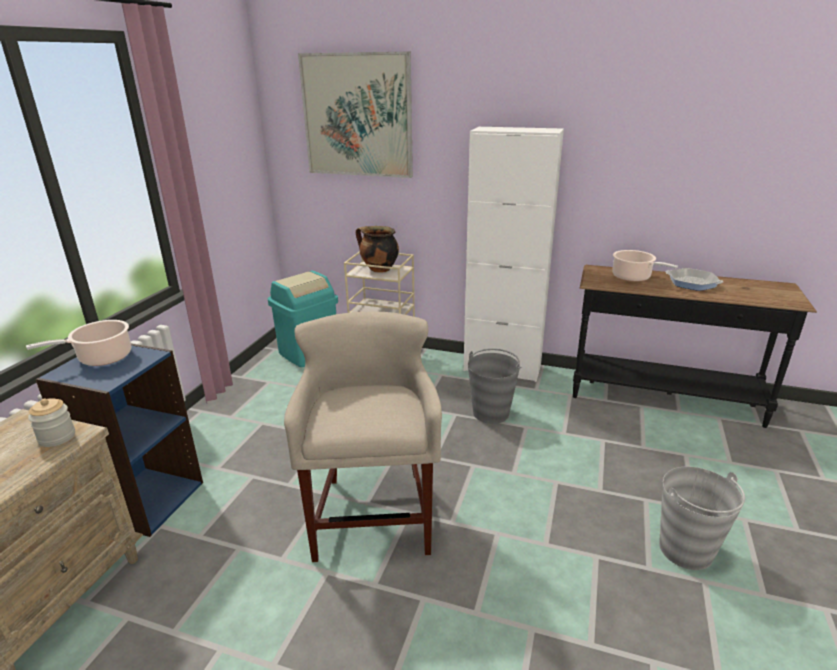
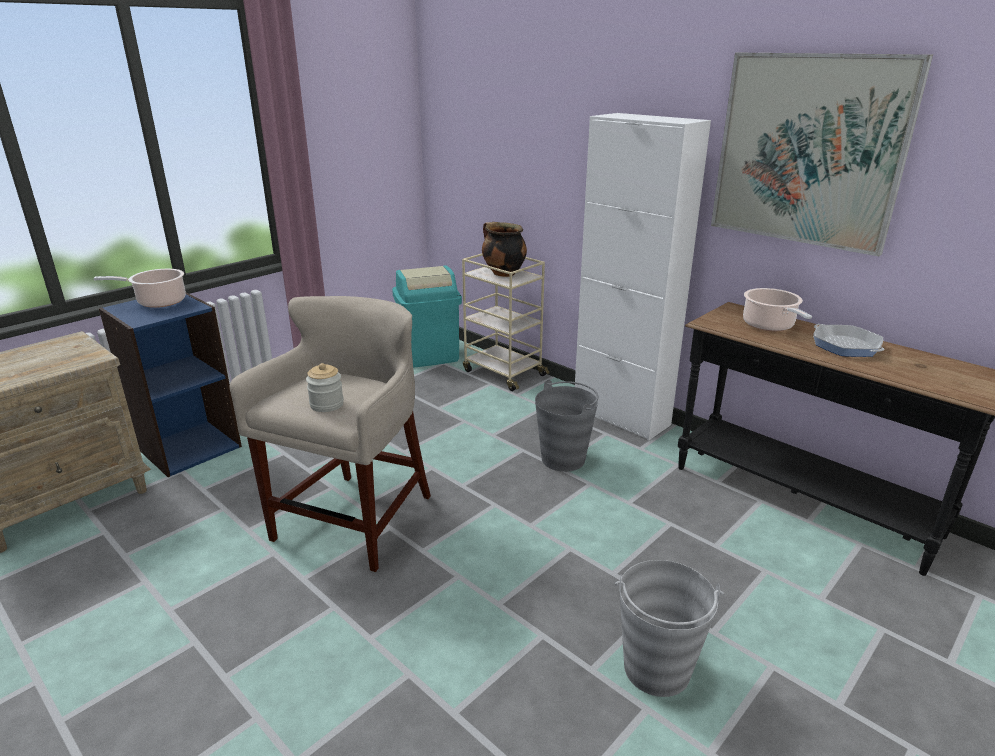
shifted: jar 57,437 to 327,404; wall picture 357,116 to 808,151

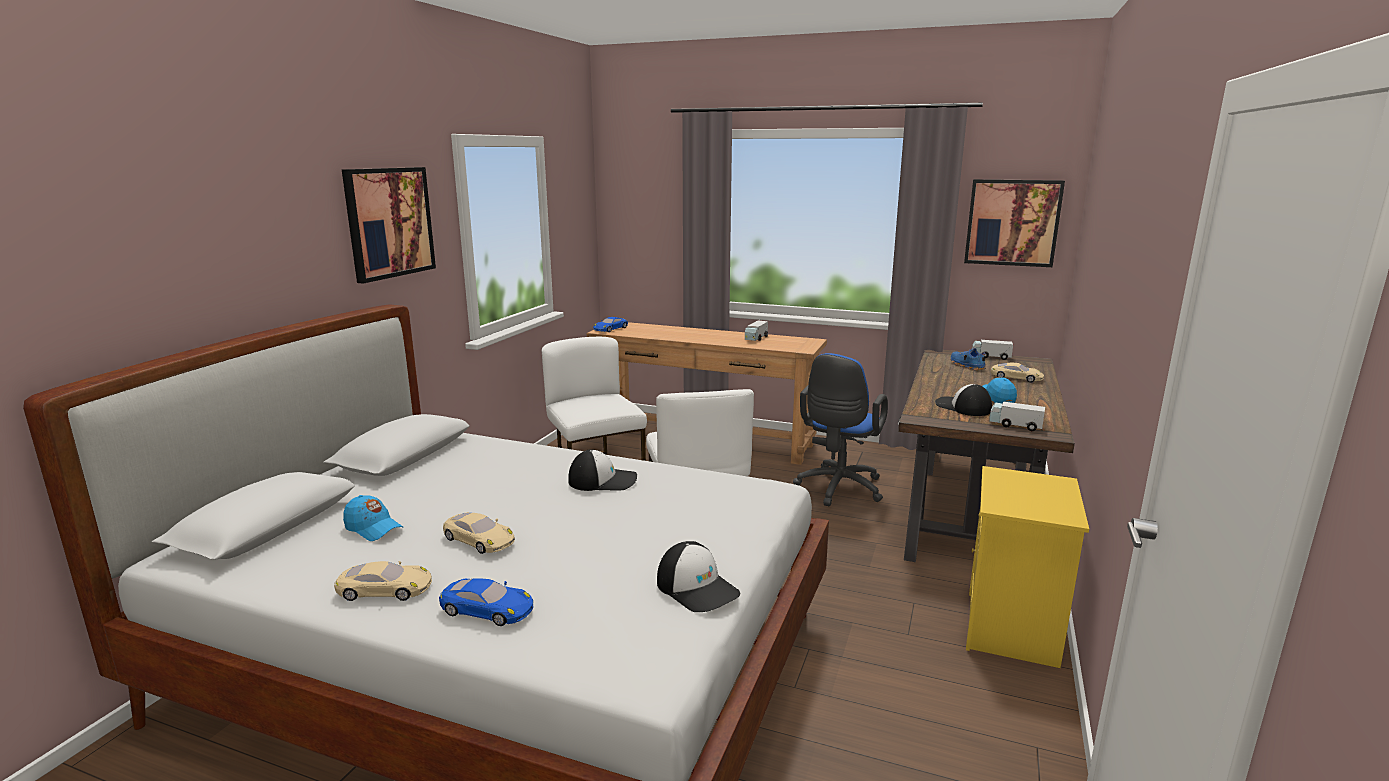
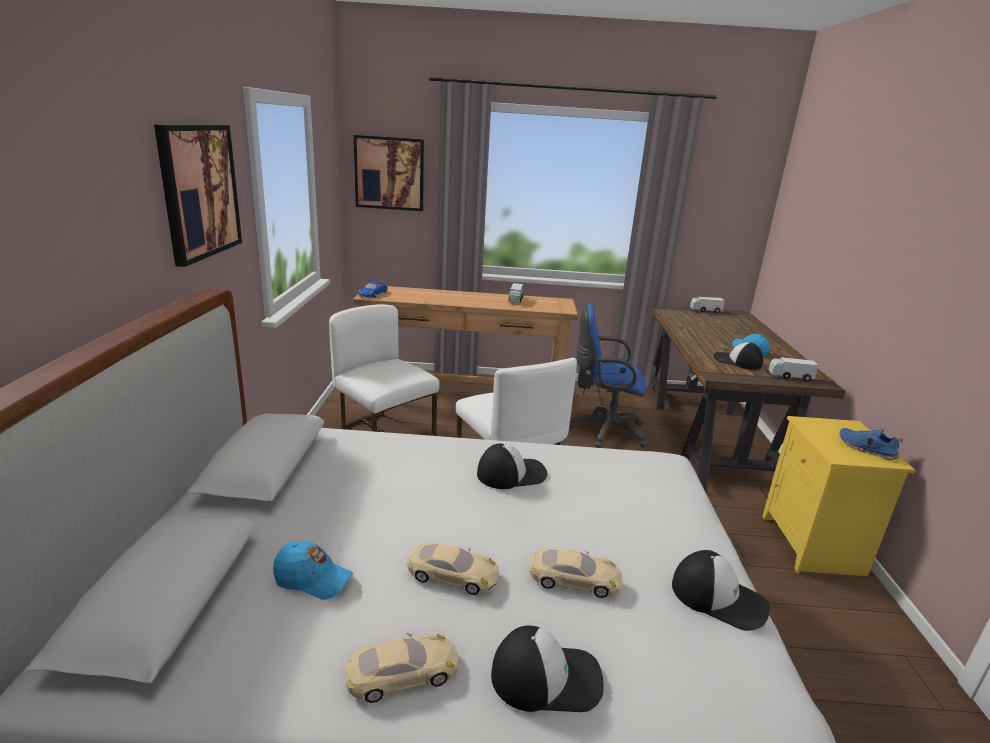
shifted: blue-coloured low shoe 966,366 to 865,449; wall picture 1012,222 to 389,173; beige toy car 1016,377 to 574,578
swapped: blue-coloured toy car 487,609 to cap 546,676
rotated: blue-coloured office chair 838,489 = 604,431 90 degrees clockwise

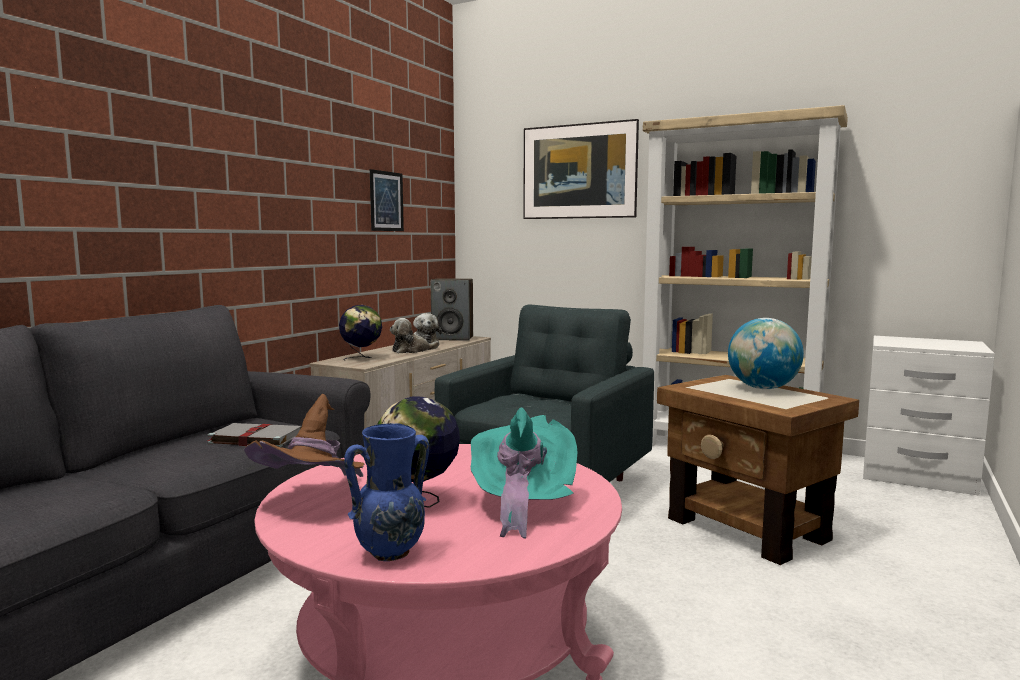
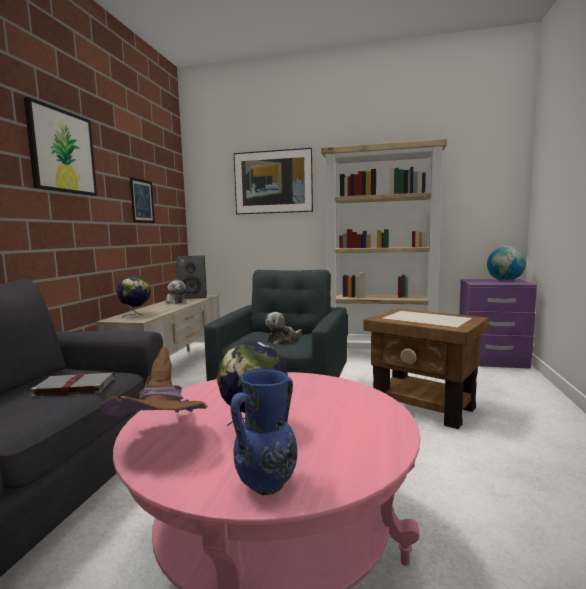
gone: turquoise-coloured hat 522,505
new: wall picture 62,151
shifted: cuddly toy 412,351 to 282,340; globe 763,388 to 505,281
repainted: white night table 917,476 to purple-coloured night table 492,360

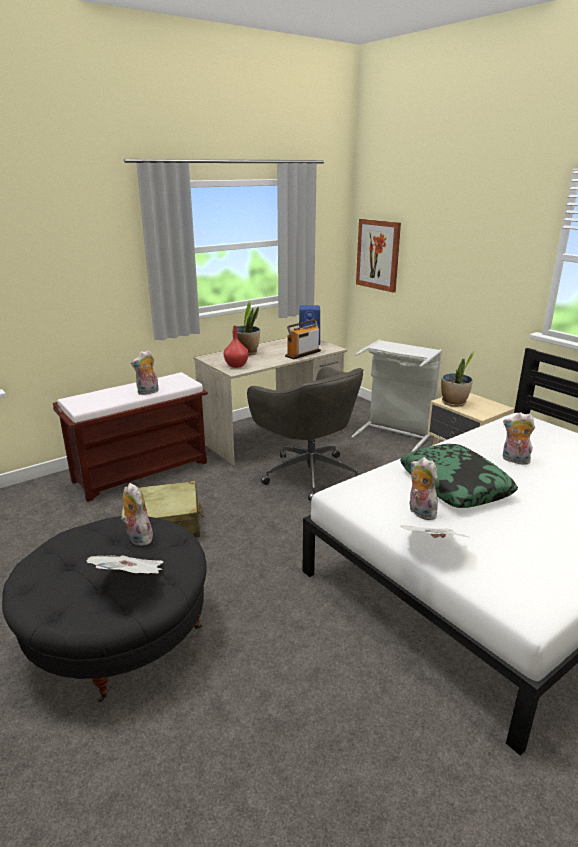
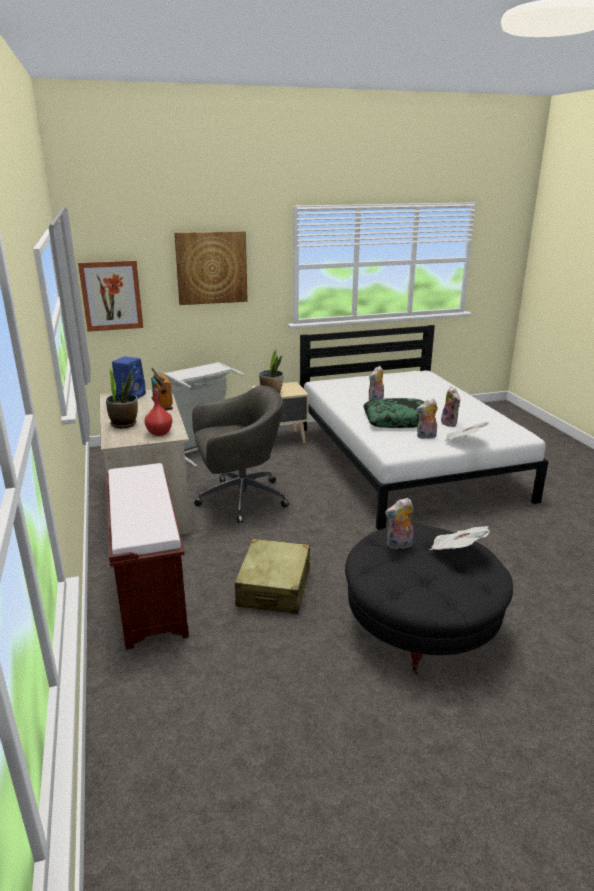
new: wall picture 211,267
shifted: cuddly toy 148,392 to 450,423

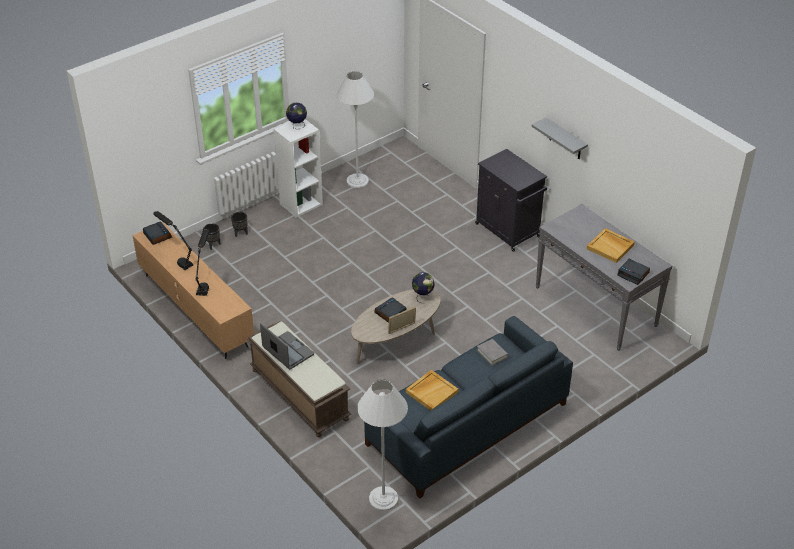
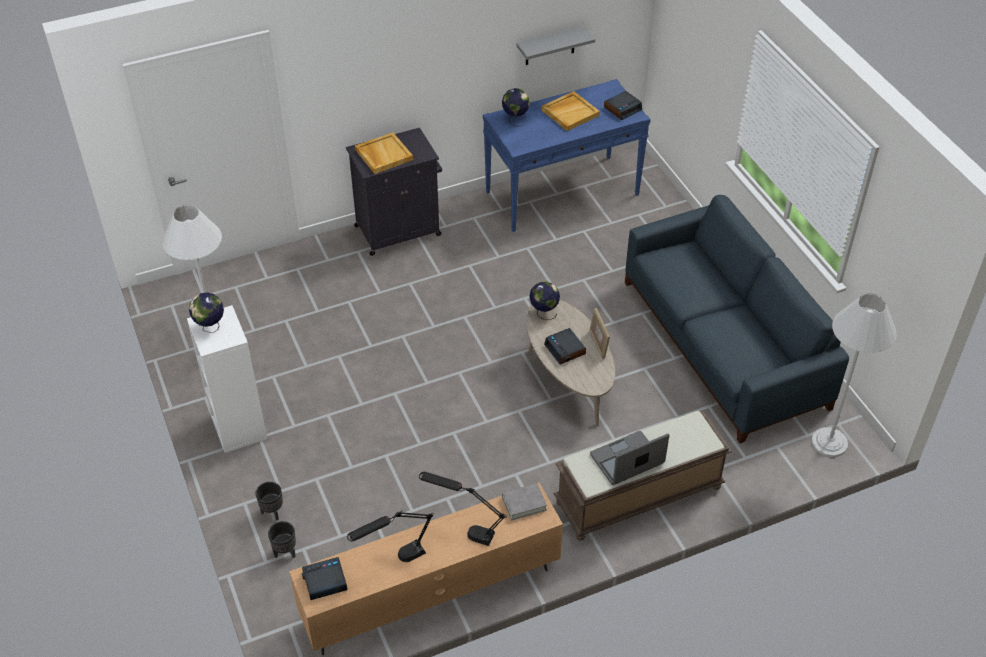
new: globe 515,119
shifted: beige serving tray 432,392 to 383,155; grey bound book 492,354 to 524,503; grey shelf 565,139 to 550,46
repainted: grey narrow table 596,306 to blue-coloured narrow table 562,193

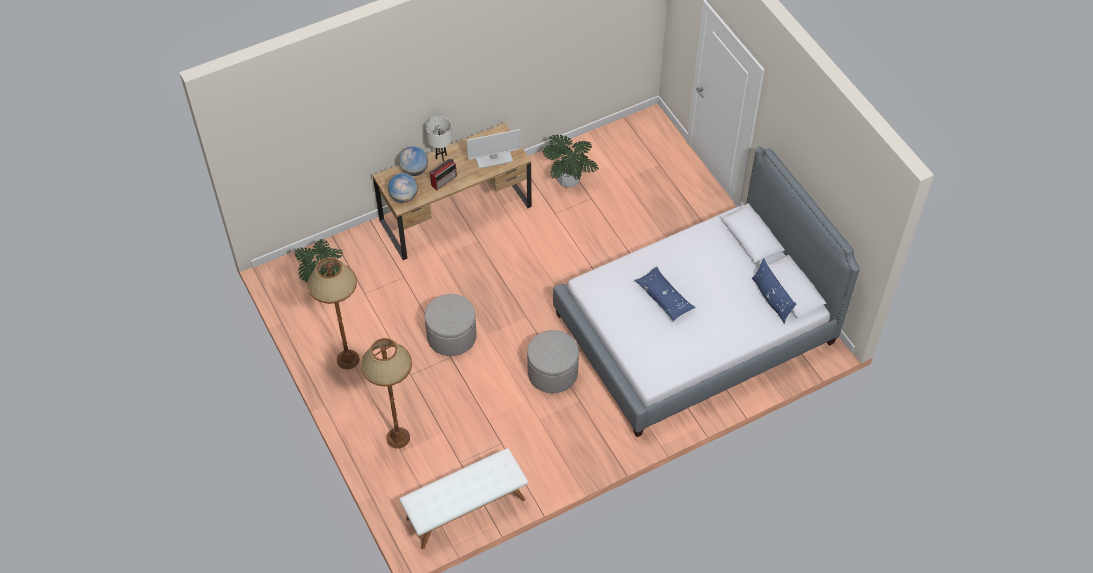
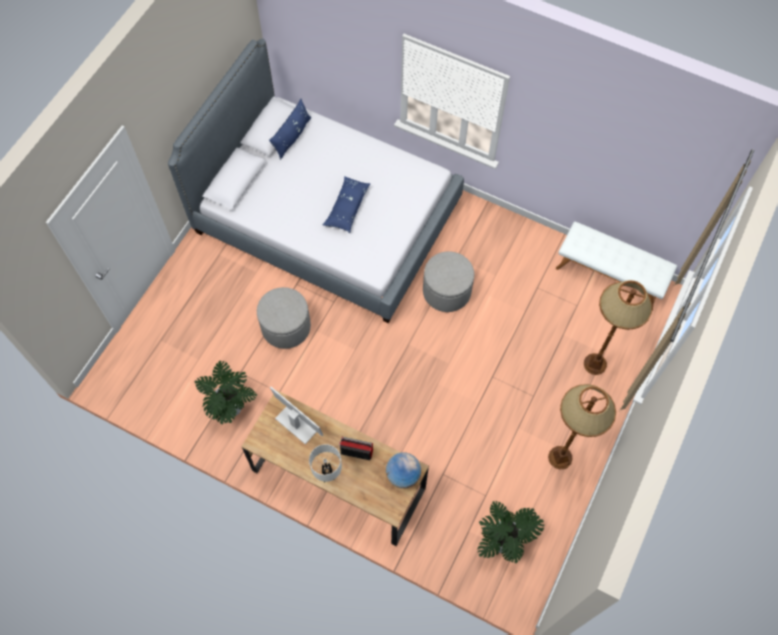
gone: globe 414,170
shifted: grey pouffe 451,336 to 286,327

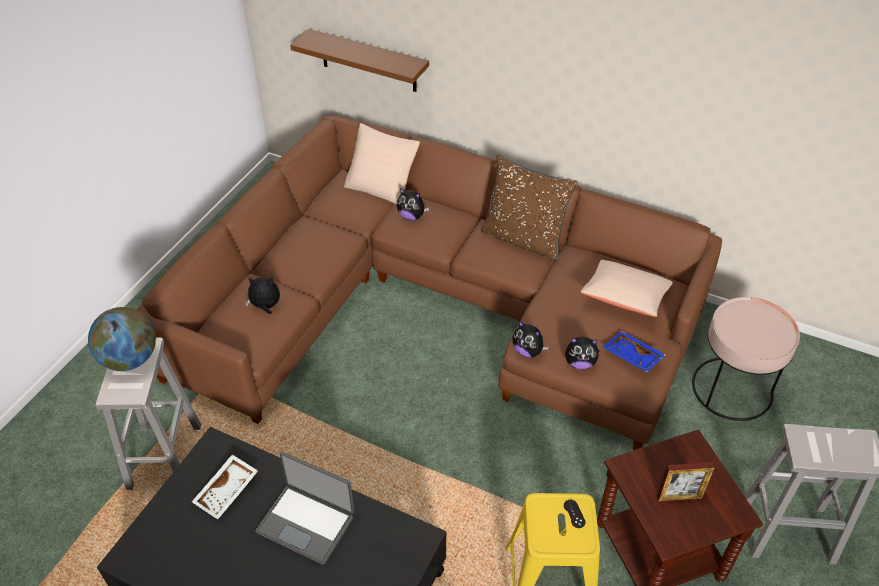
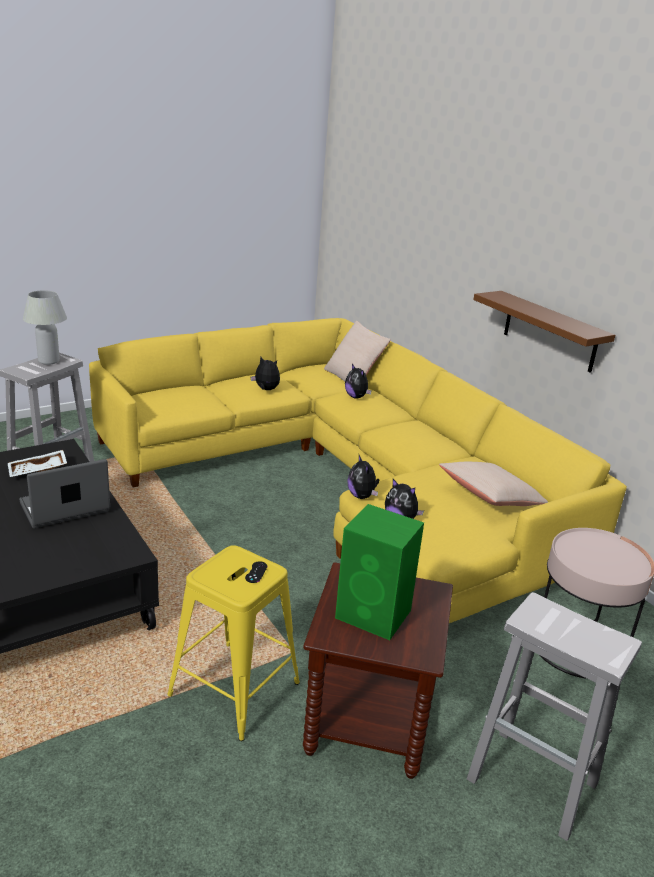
gone: brown throw pillow 523,239; blue-coloured serving tray 631,356
shifted: cuddly toy 265,306 to 266,390; brown shelf 368,61 to 550,331
swapped: globe 130,359 to white tabletop lamp 49,361; picture frame 679,497 to green loudspeaker 375,615
repainted: brown settee 436,306 to yellowish settee 345,482
rotated: laptop 307,522 = 65,508 90 degrees clockwise

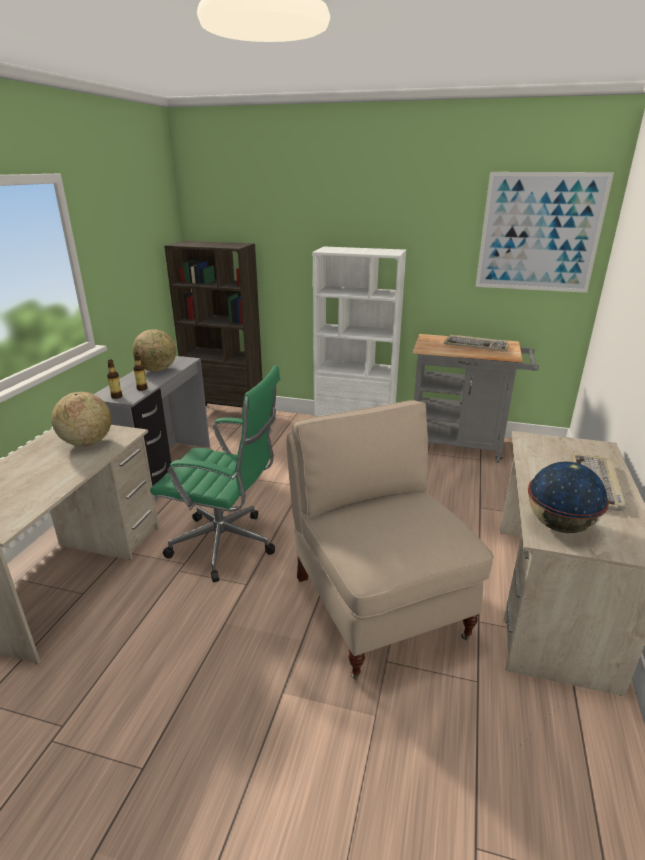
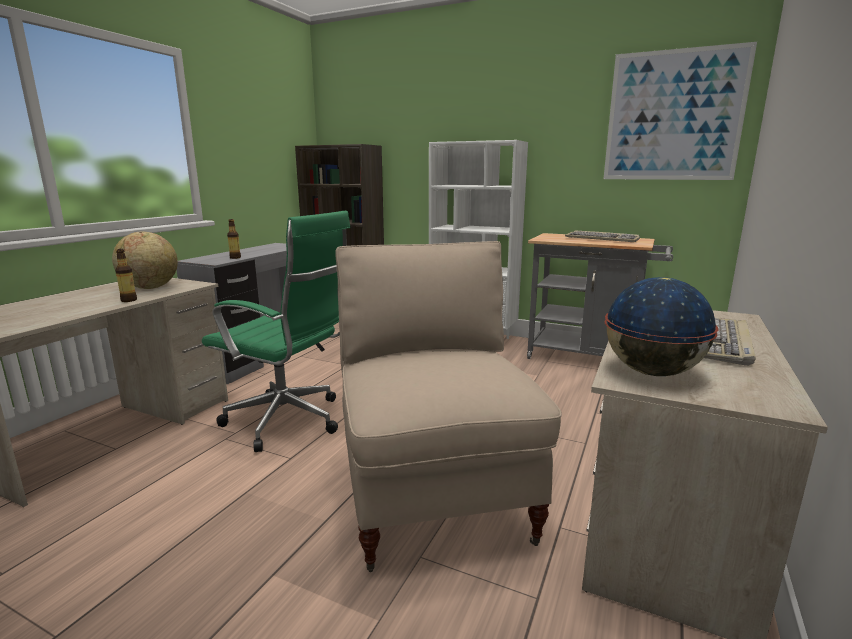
gone: globe 157,370
shifted: drink bottle 117,396 to 129,300

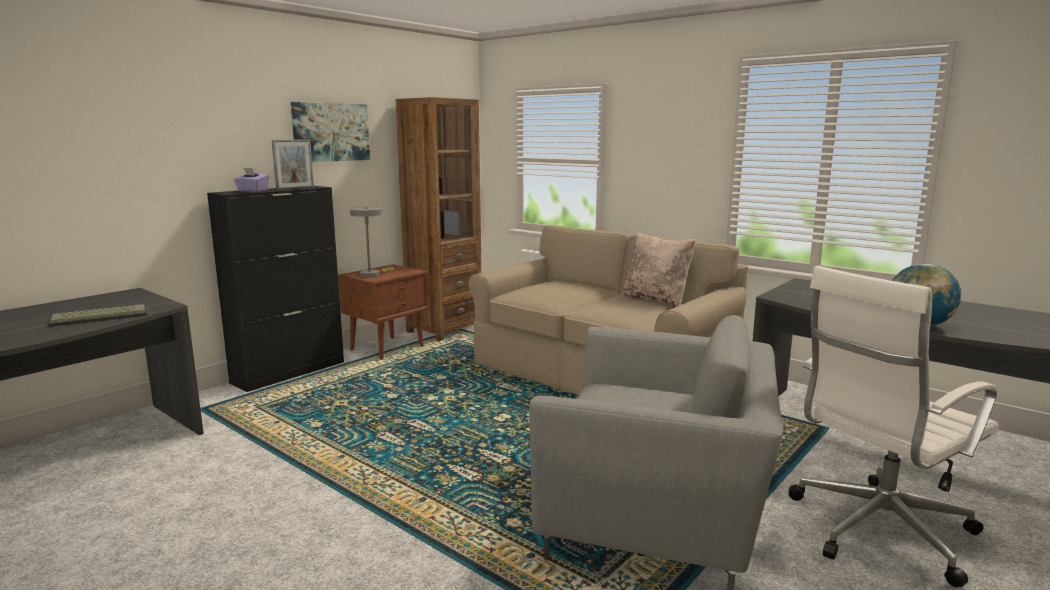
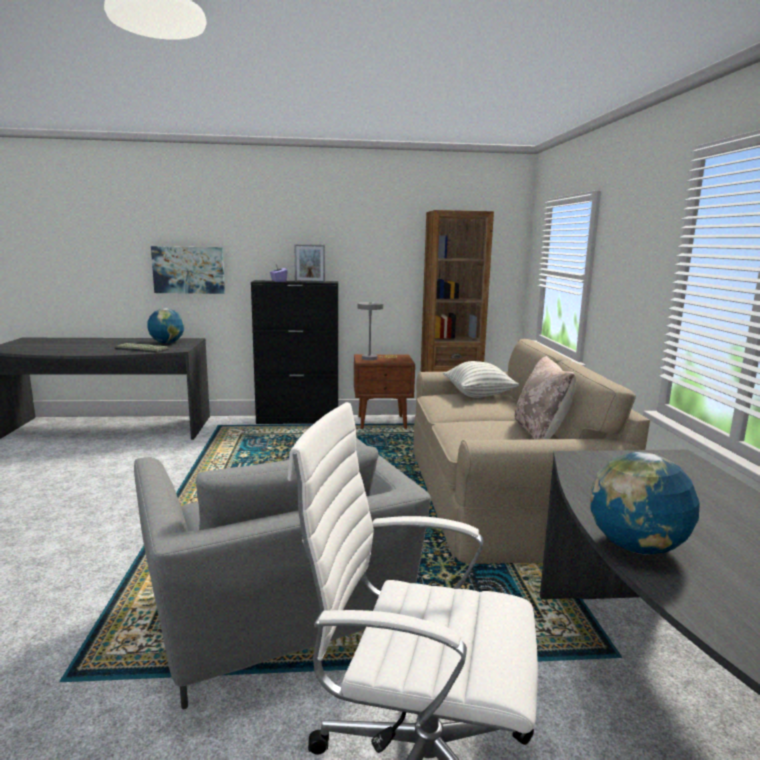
new: globe 167,343; throw pillow 478,395
shifted: wall picture 331,132 to 188,270

